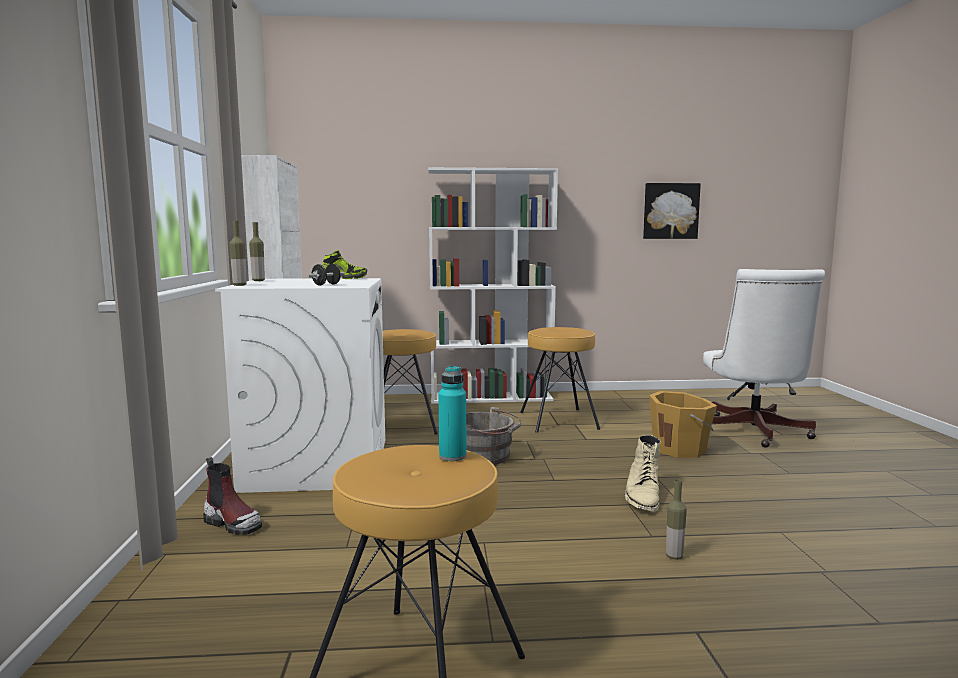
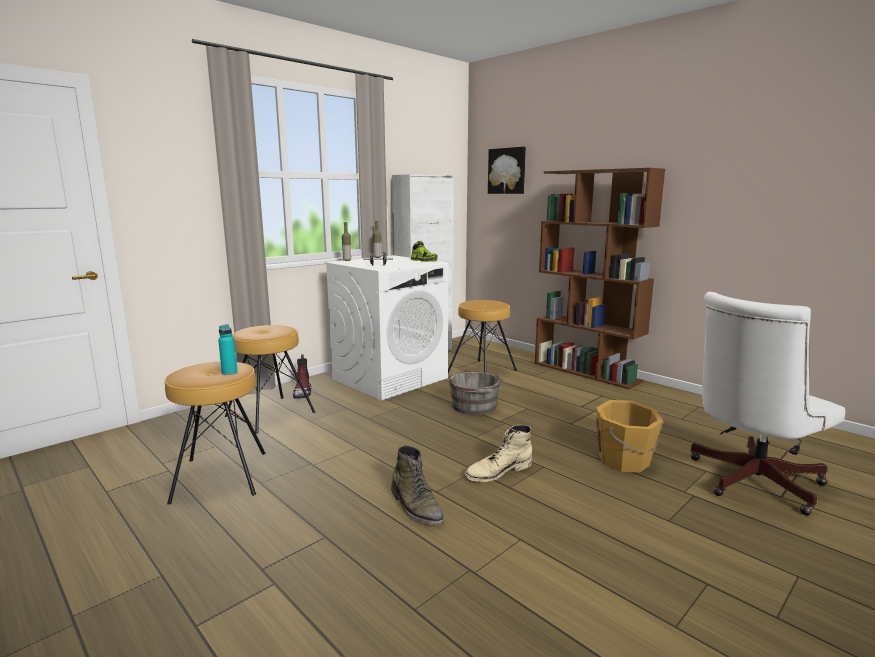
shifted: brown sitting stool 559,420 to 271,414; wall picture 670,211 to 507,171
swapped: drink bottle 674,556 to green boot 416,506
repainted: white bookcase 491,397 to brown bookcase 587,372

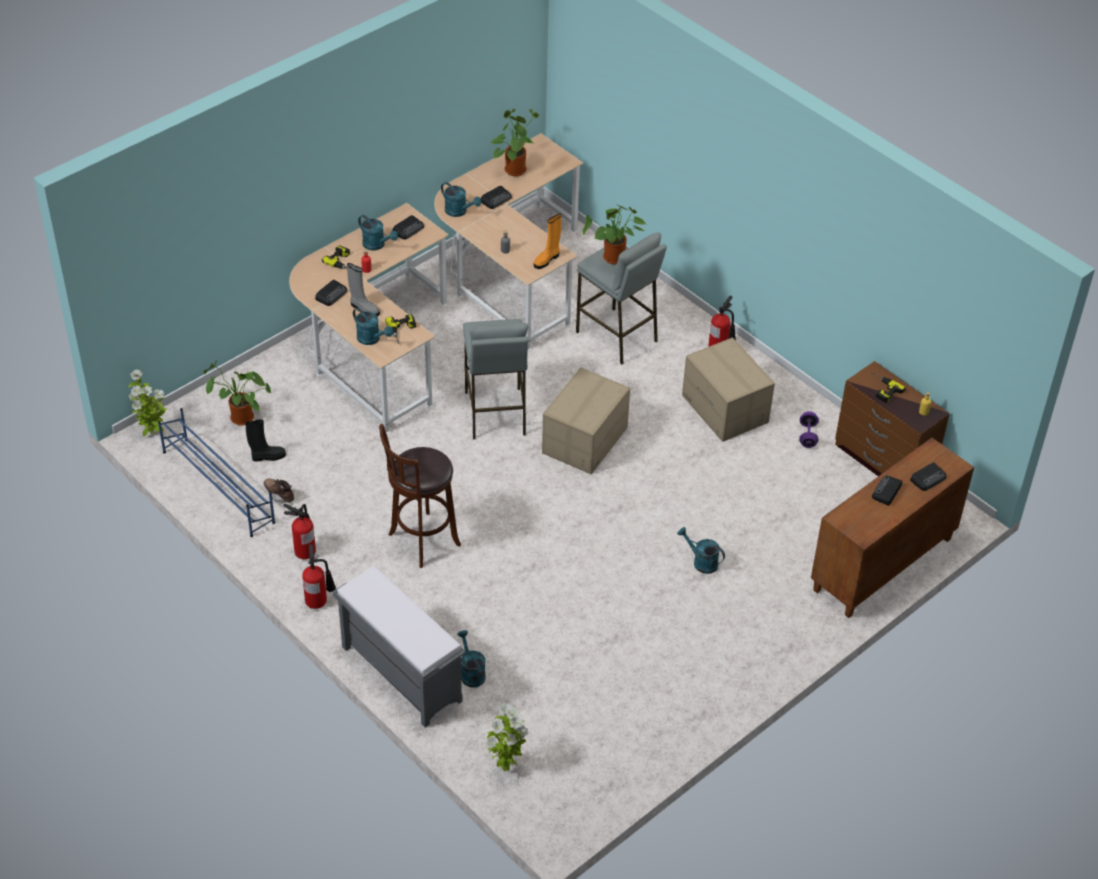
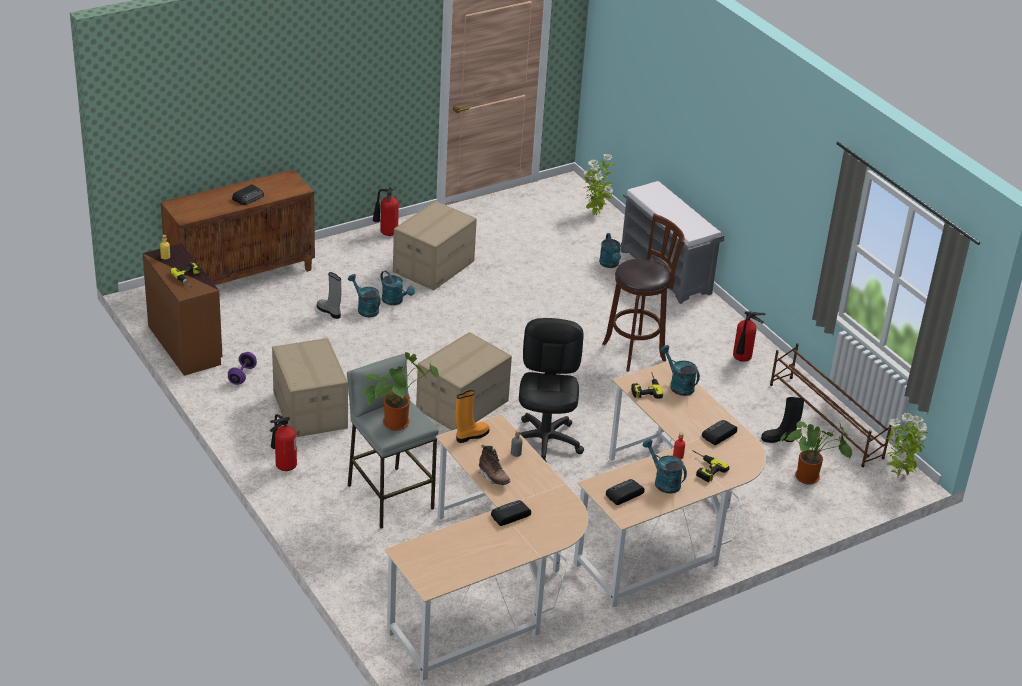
gone: houseplant 514,168; radio 928,478
new: cardboard box 433,266
shifted: brown boot 279,495 to 493,477; fire-fighting cylinder 319,601 to 386,233; grey boot 364,309 to 329,311; turquoise-coloured watering can 459,212 to 365,309
swapped: grey sitting stool 495,413 to black-coloured office chair 545,442
repainted: blue-coloured shoe shelf 218,486 to brown shoe shelf 825,421

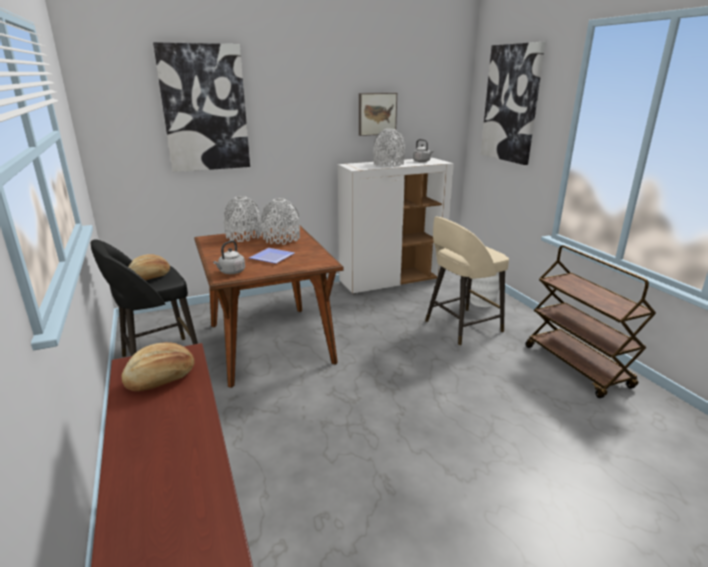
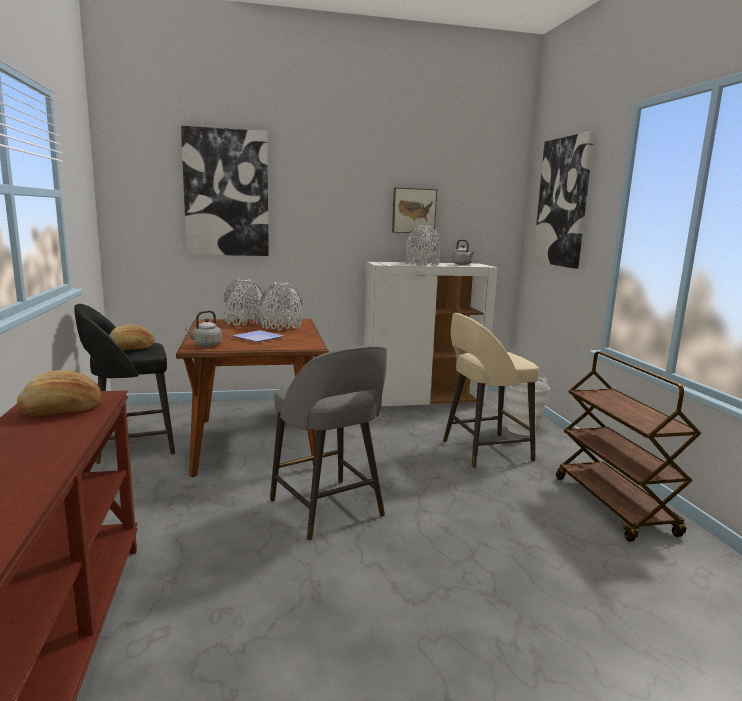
new: grey sitting stool 328,509

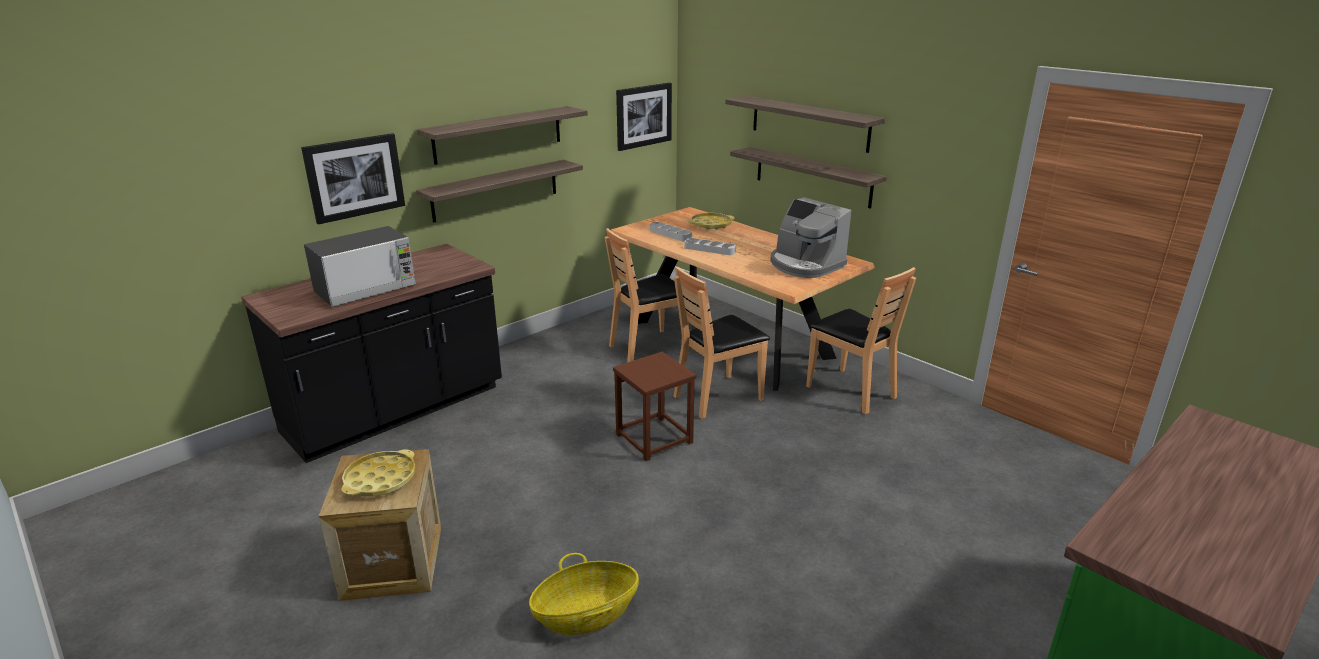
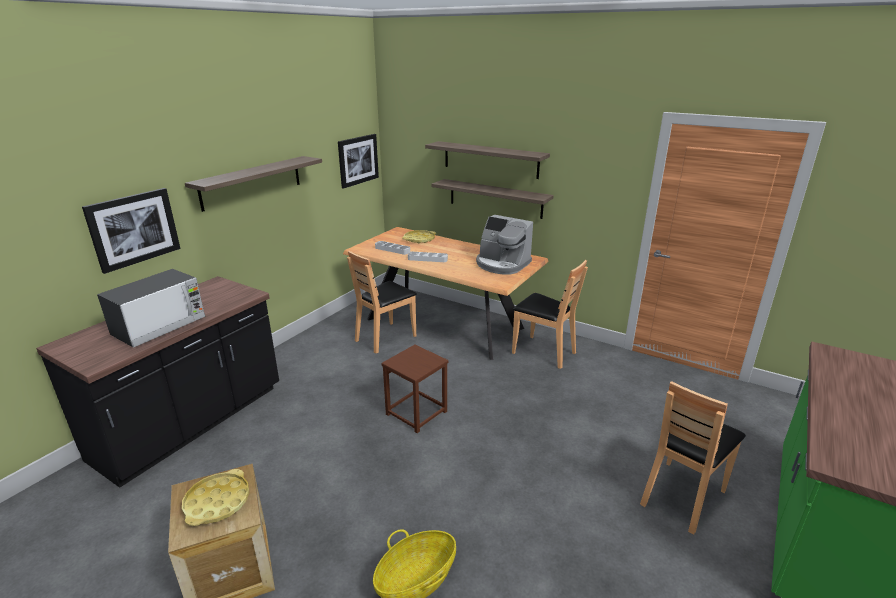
gone: shelf 496,190
shifted: brown plain chair 718,397 to 682,496

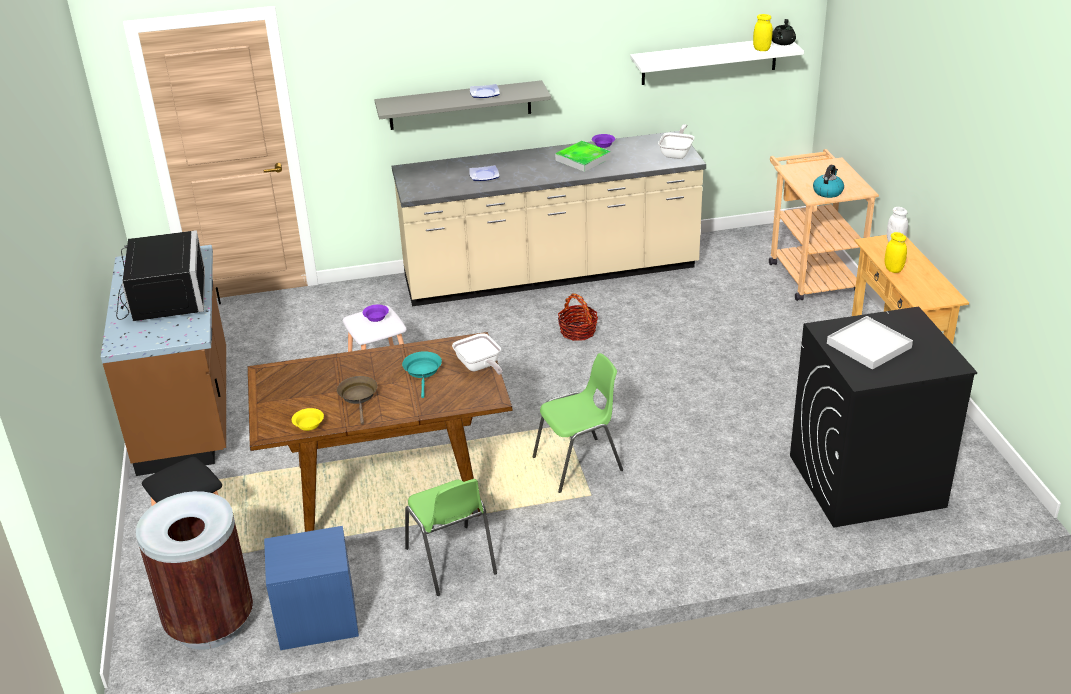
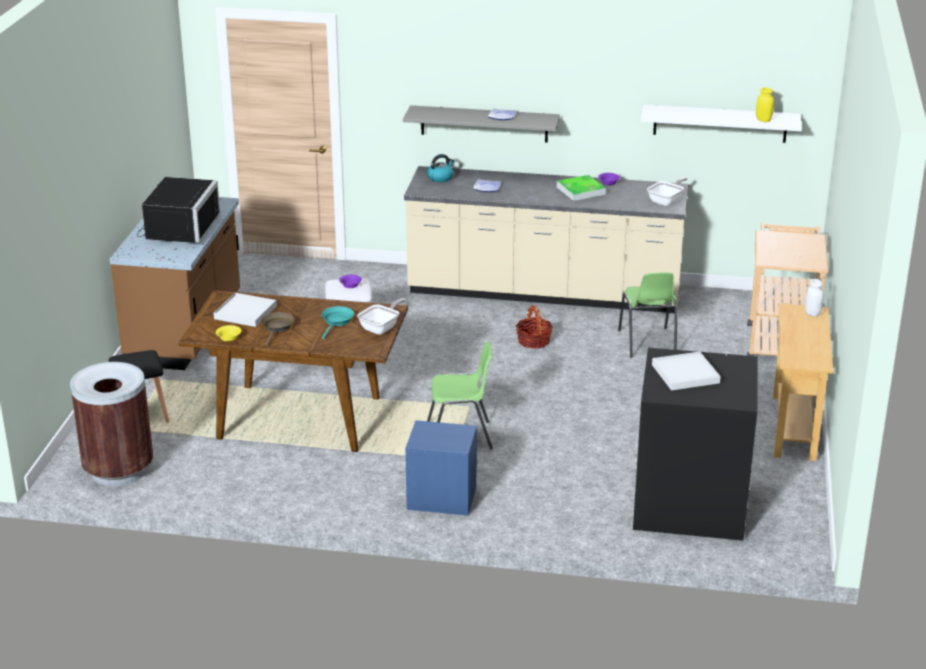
gone: black-coloured saucepot 782,44; yellowish jar 893,269
new: white serving tray 245,312
shifted: blue-coloured night table 317,620 to 441,498; green plain chair 451,561 to 647,343; tea kettle 827,192 to 440,178
rotated: frying pan 479,367 = 381,328 135 degrees counterclockwise

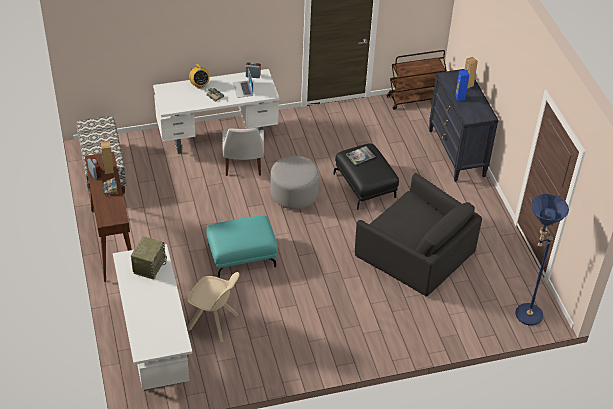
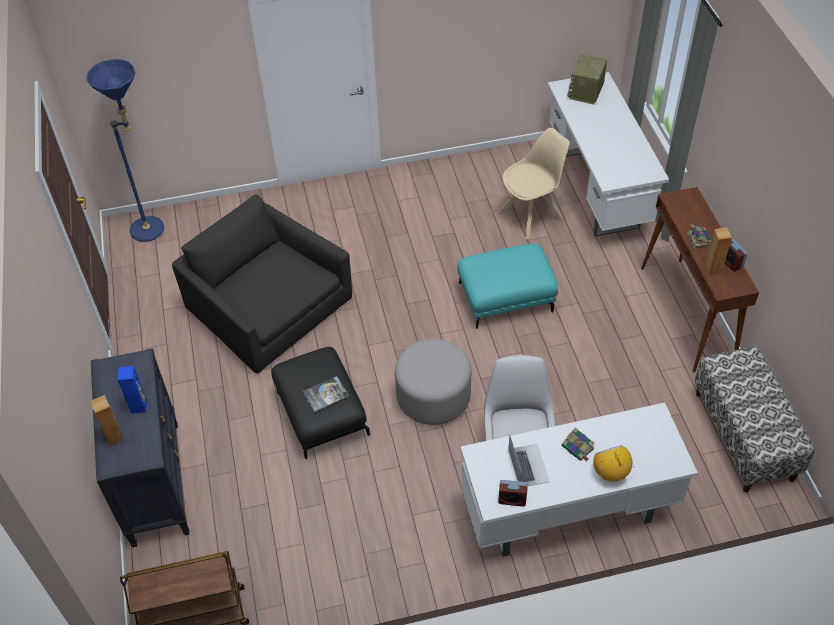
shifted: radio 149,266 to 586,92
rotated: beige plain chair 214,322 = 531,215 120 degrees clockwise

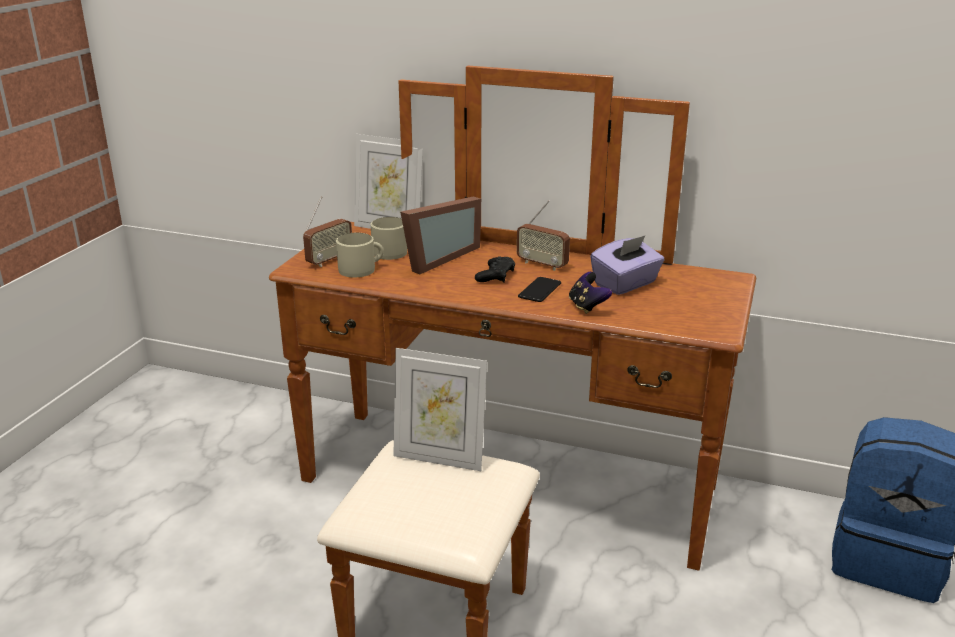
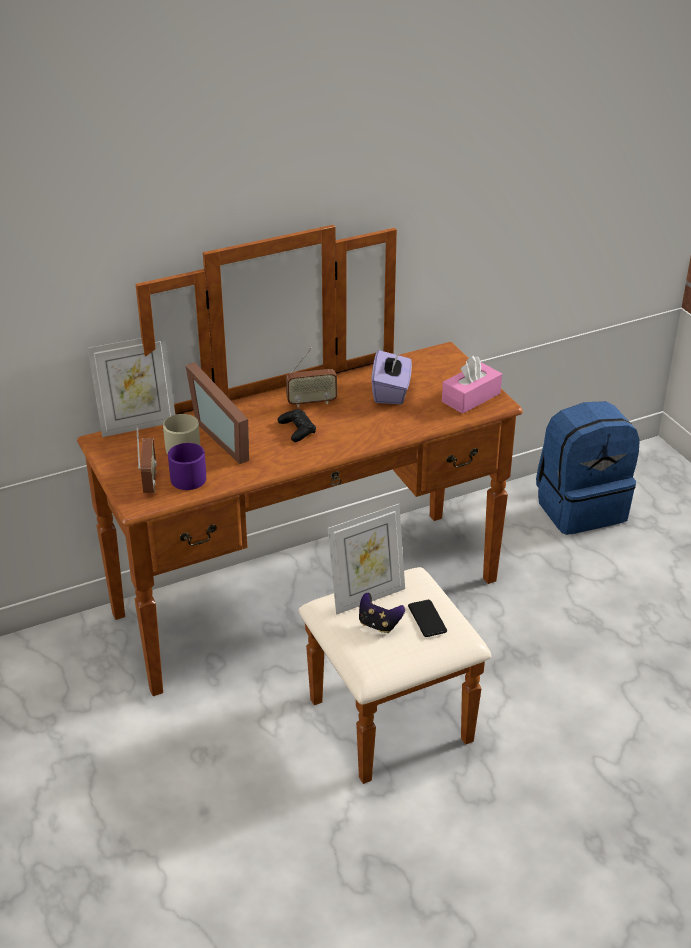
new: pink-coloured box of tissues 471,397
shifted: handset 539,290 to 427,619; game controller 587,307 to 379,624
repainted: beige mug 361,269 to purple-coloured mug 191,476
rotated: picture frame 436,258 = 227,436 150 degrees clockwise

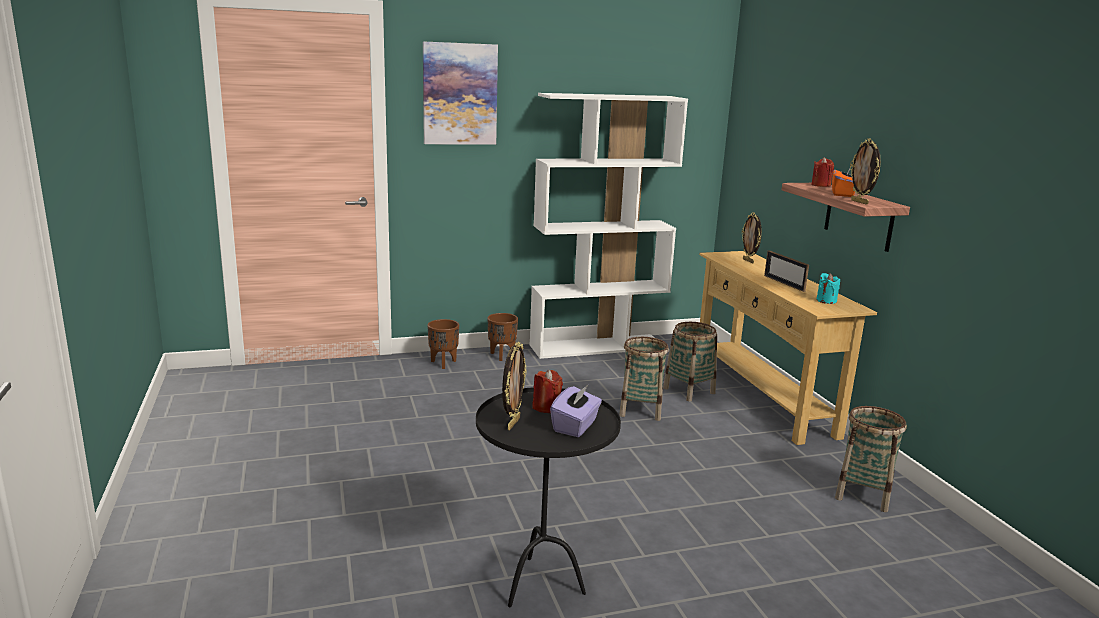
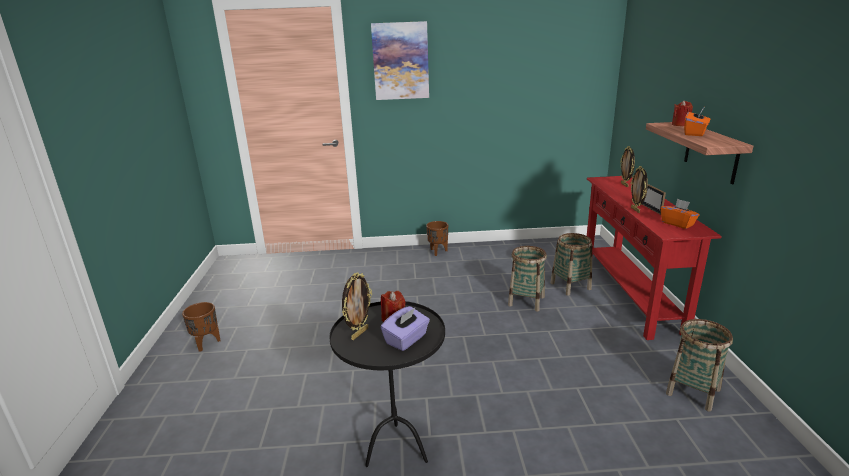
gone: white bookcase 597,346
shifted: brown planter 443,363 to 206,343; picture frame 860,202 to 636,210
swapped: turquoise-coloured wax light 826,300 to orangey box of tissues 677,224
repainted: beige narrow table 762,396 to reddish narrow table 630,294

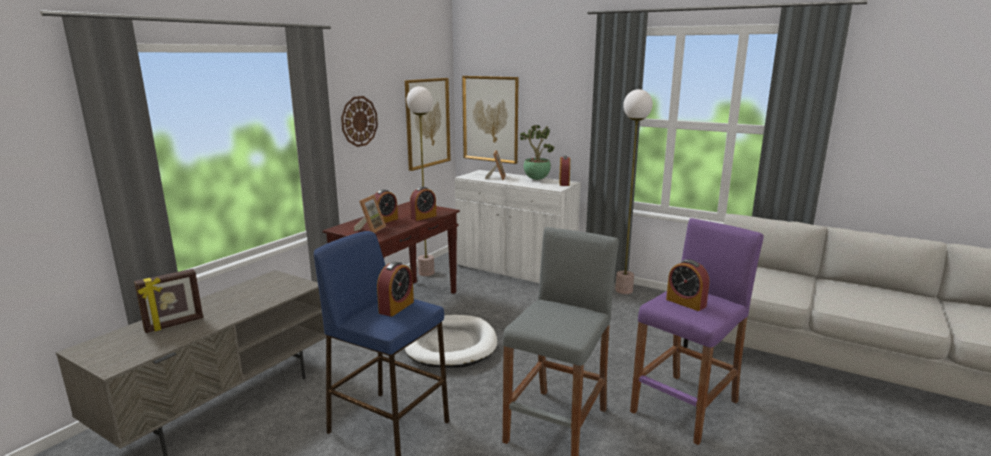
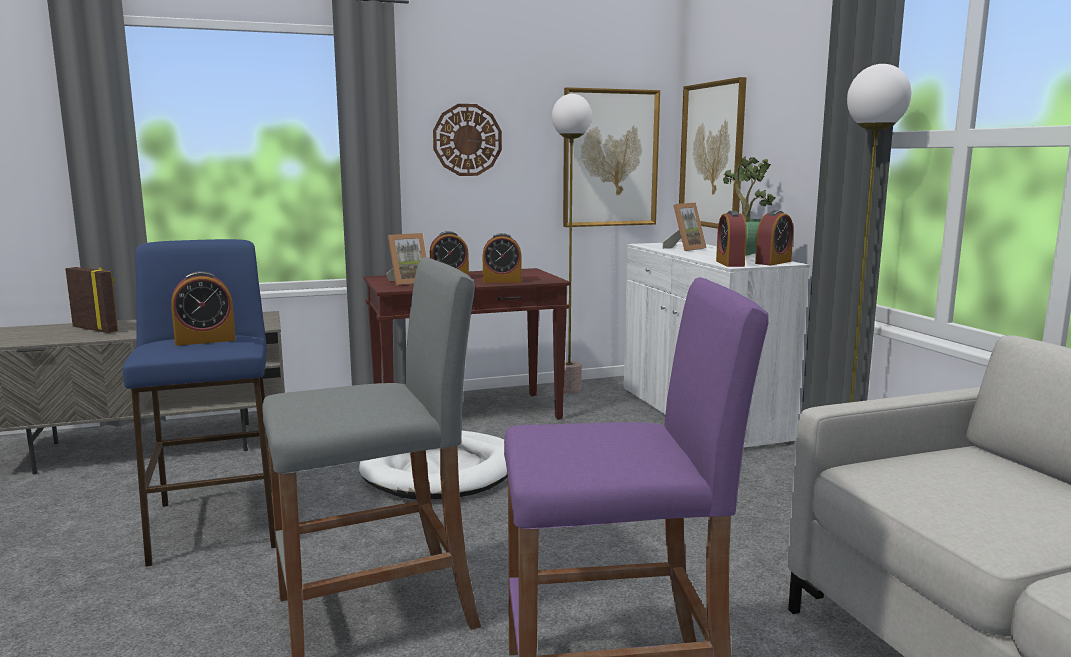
shifted: alarm clock 686,303 to 730,263
rotated: picture frame 174,324 = 96,329 150 degrees counterclockwise

